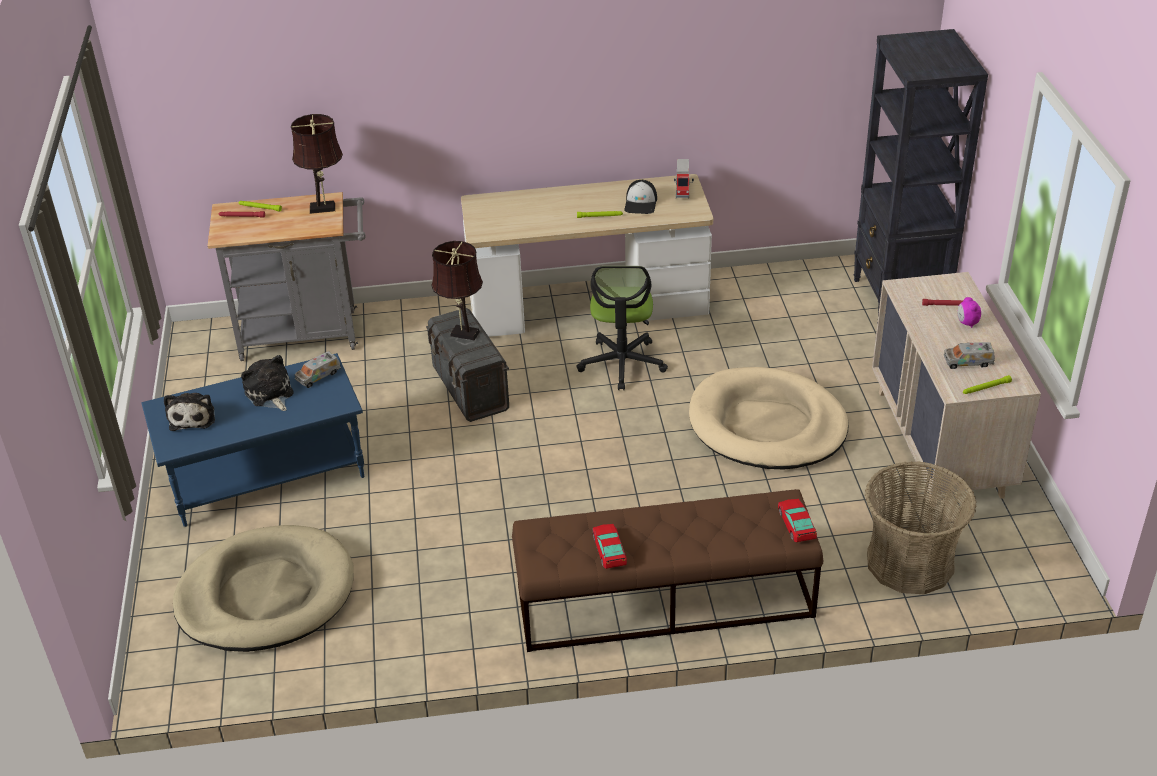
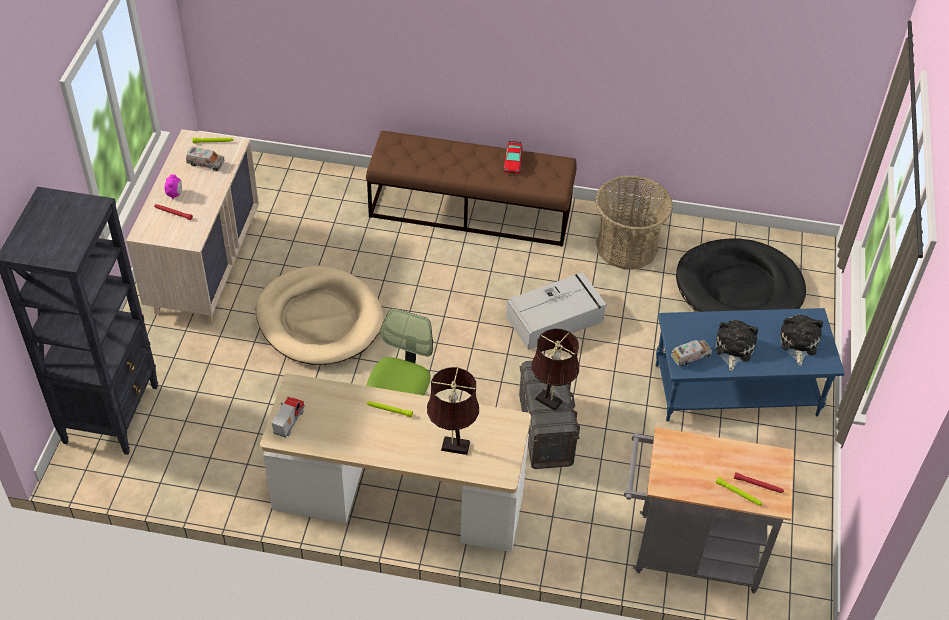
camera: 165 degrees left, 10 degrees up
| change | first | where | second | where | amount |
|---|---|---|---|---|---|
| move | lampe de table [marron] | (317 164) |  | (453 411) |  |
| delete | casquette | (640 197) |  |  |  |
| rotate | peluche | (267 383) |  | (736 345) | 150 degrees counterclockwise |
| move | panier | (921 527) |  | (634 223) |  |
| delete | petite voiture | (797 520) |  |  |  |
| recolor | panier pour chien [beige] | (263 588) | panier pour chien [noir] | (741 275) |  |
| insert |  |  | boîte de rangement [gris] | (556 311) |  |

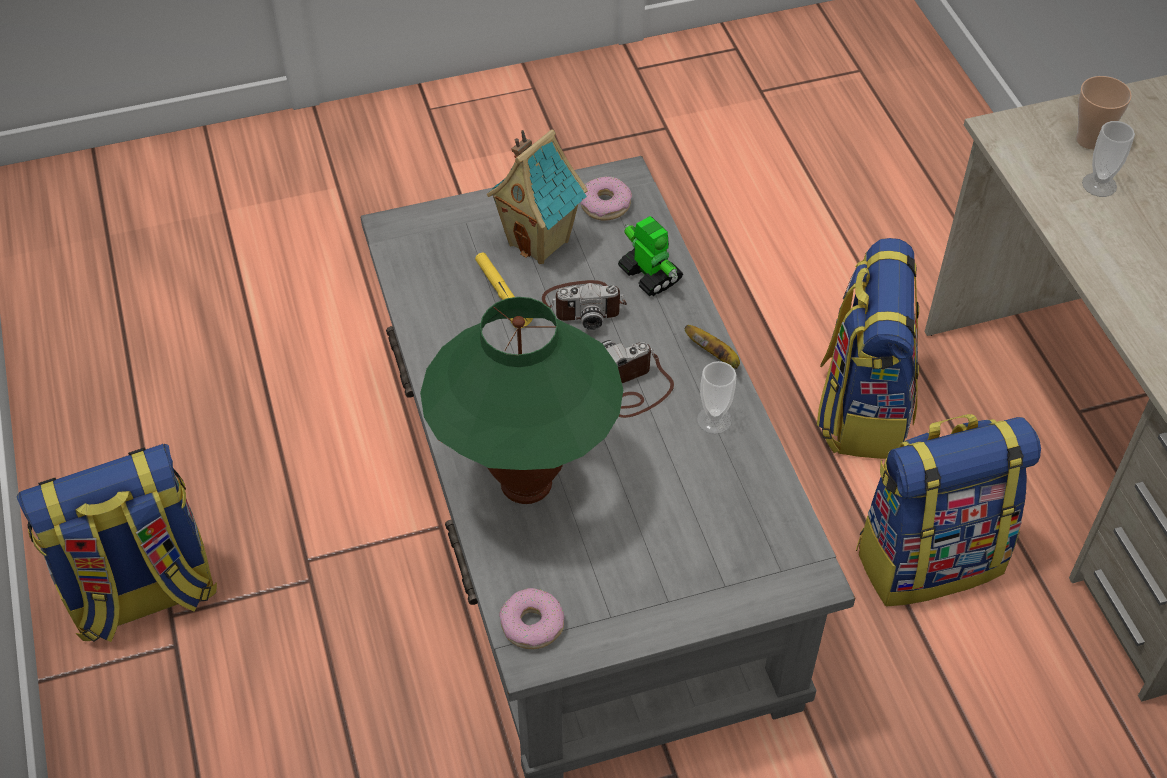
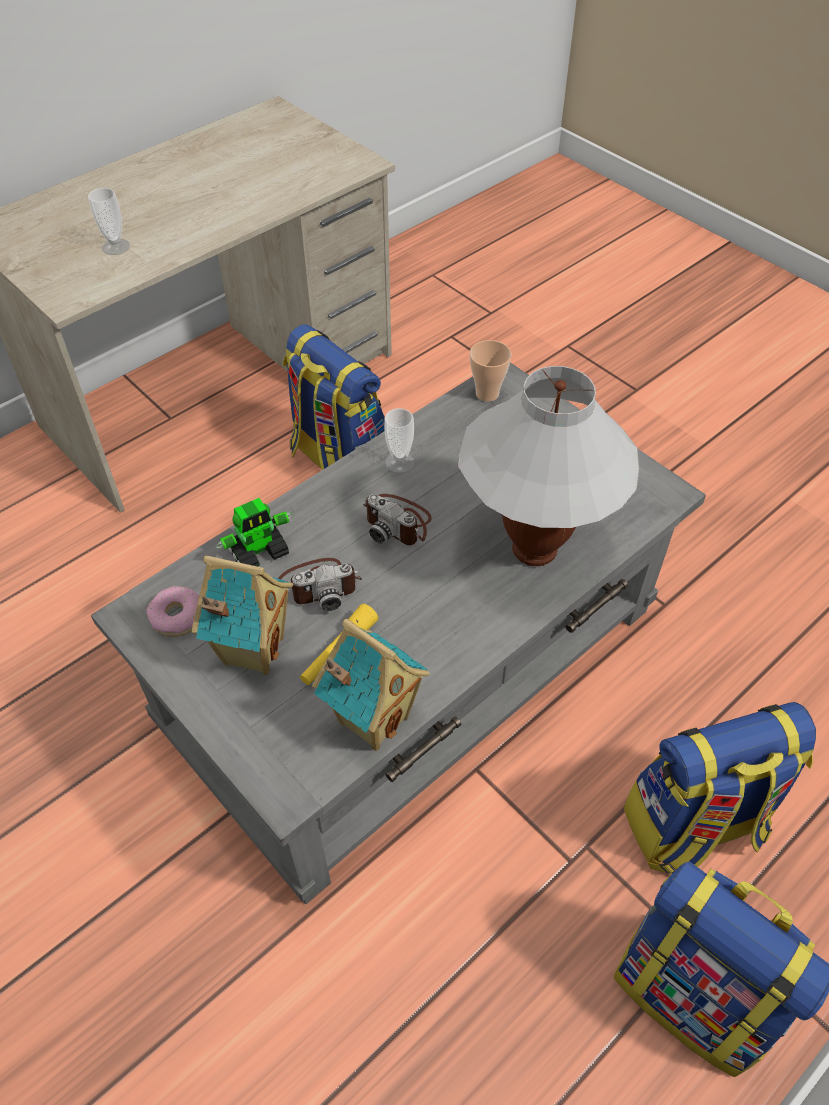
camera: 115 degrees left, 0 degrees up
| change | first | where | second | where | amount |
|---|---|---|---|---|---|
| move | tasse | (1104 112) |  | (490 371) |  |
| rotate | robot jouet | (650 256) |  | (255 532) | 150 degrees counterclockwise |
| move | sac à dos | (868 348) |  | (720 788) |  |
| rotate | appareil photo | (584 305) |  | (320 584) | 105 degrees clockwise |
| recolor | lampe de table [vert] | (521 400) | lampe de table [blanc] | (548 466) |  |
| delete | banane | (712 347) |  |  |  |
| delete | beignet | (532 618) |  |  |  |
| insert |  |  | maison miniature | (370 685) |  |

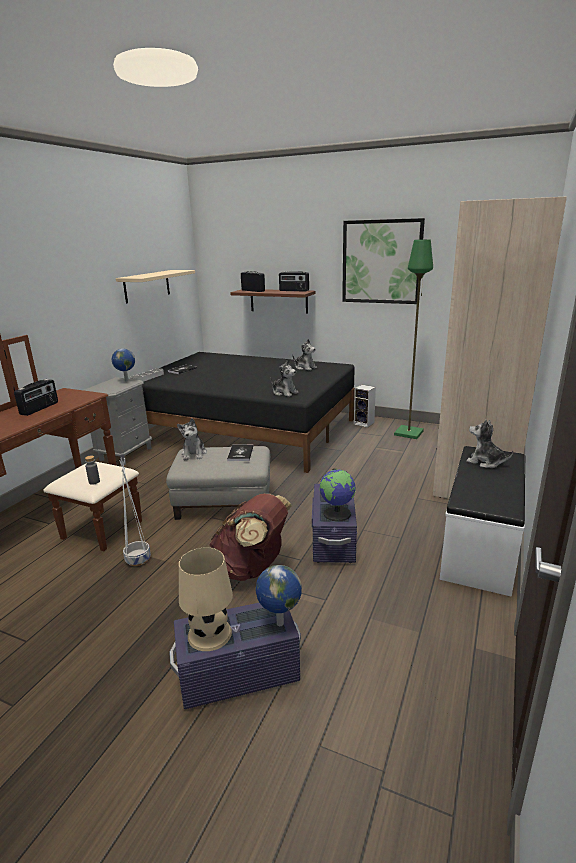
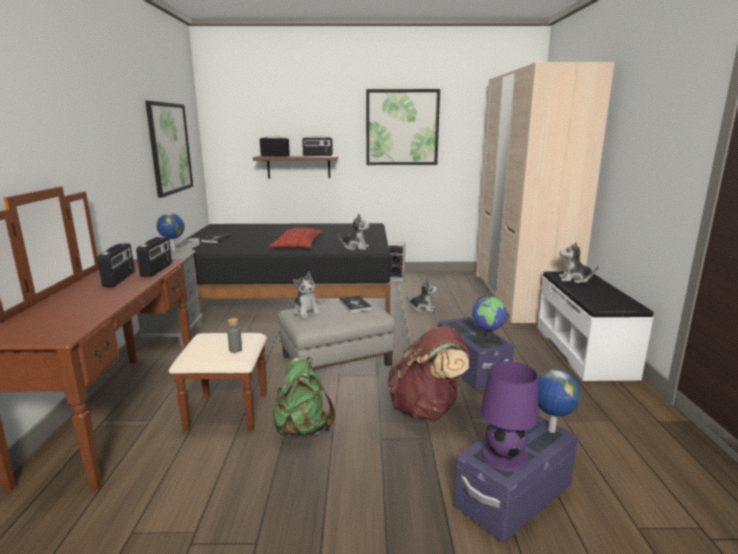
camera: 25 degrees left, 5 degrees down
| change | first | where | second | where | amount |
|---|---|---|---|---|---|
| delete | lampadaire [vert] | (413 339) |  |  |  |
| replace | étagère [beige] | (155 287) | tableau | (169 149) |  |
| move | peluche | (304 355) |  | (422 295) |  |
| replace | cache-pot [blanc] | (135 512) | sac à dos [vert] | (303 397) |  |
| recolor | lampe de table [beige] | (206 599) | lampe de table [violet] | (510 416) |  |
| insert |  |  | coussin | (296 238) |  |
| insert |  |  | radio | (154 256) |  |

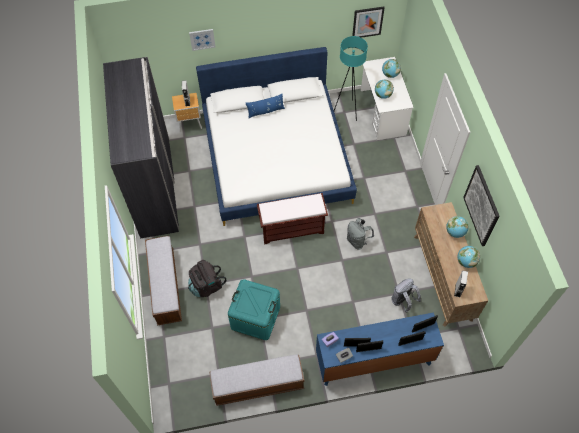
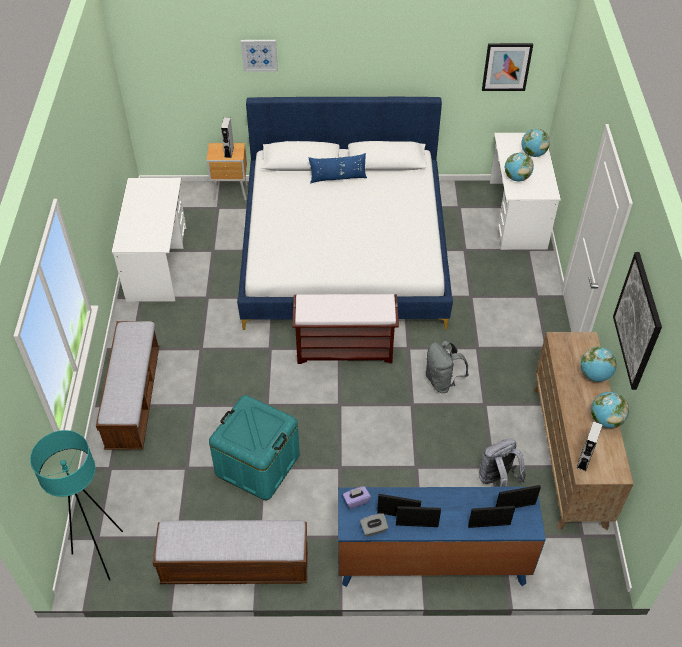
camera: 10 degrees right, 10 degrees down
| change | first | where | second | where | amount |
|---|---|---|---|---|---|
| move | lampadaire [turquoise] | (351 78) |  | (76 505) |  |
| replace | armoire [gris] | (141 147) | bureau [blanc] | (149 240) |  |
| delete | sac à dos [noir] | (207 278) |  |  |  |

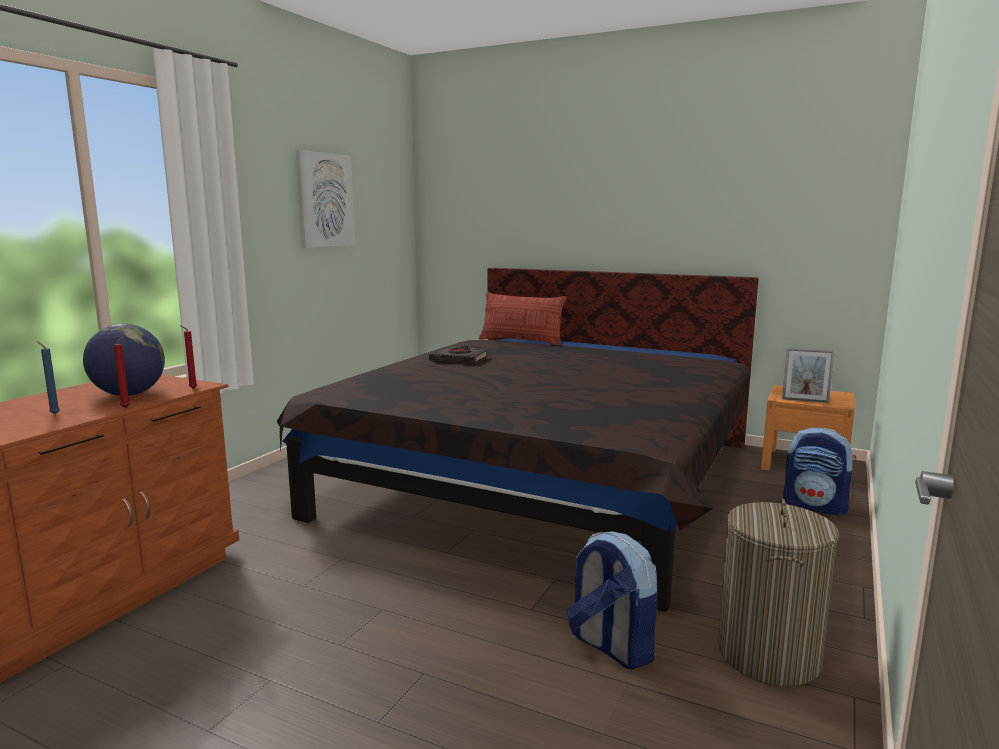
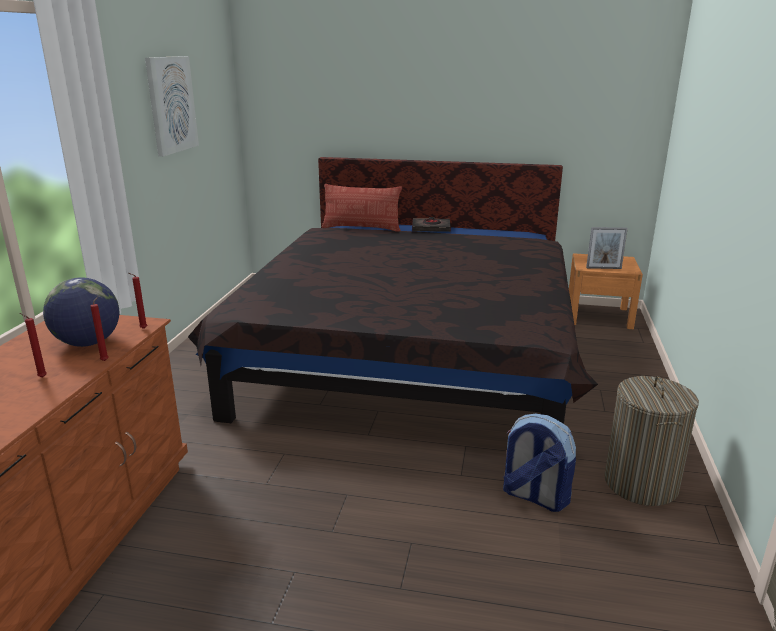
camera: 15 degrees left, 10 degrees up
| change | first | where | second | where | amount |
|---|---|---|---|---|---|
| recolor | bougie [bleu] | (48 377) | bougie [rouge] | (33 345) |  |
| move | livre [noir] | (458 354) |  | (431 224) |  |
| delete | sac à dos | (820 472) |  |  |  |

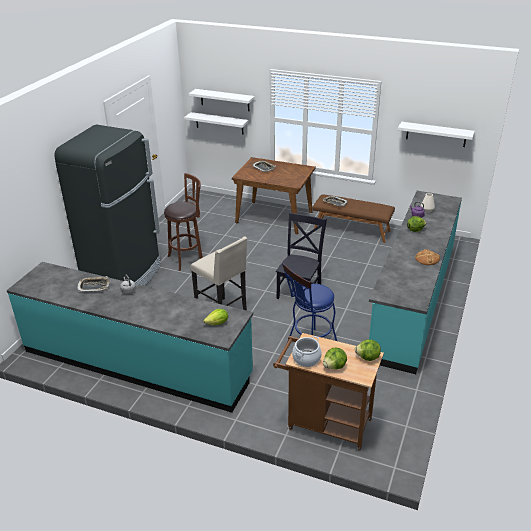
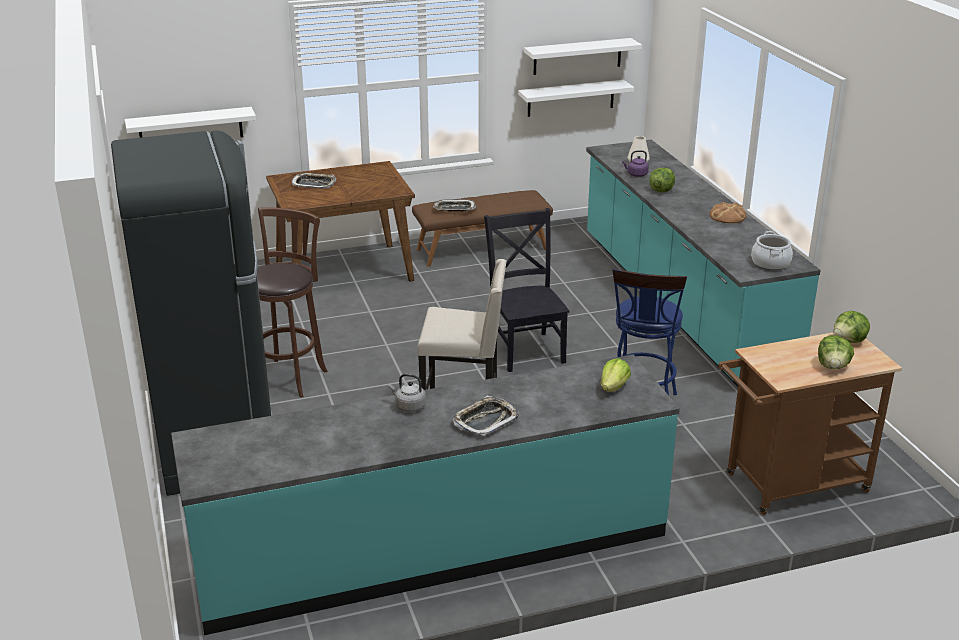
camera: 40 degrees left, 5 degrees down
| change | first | where | second | where | amount |
|---|---|---|---|---|---|
| move | étagère [blanc] | (222 100) |  | (576 98) |  |
| move | plateau | (94 284) |  | (486 416) |  |
| move | marmite | (307 351) |  | (772 250) |  |

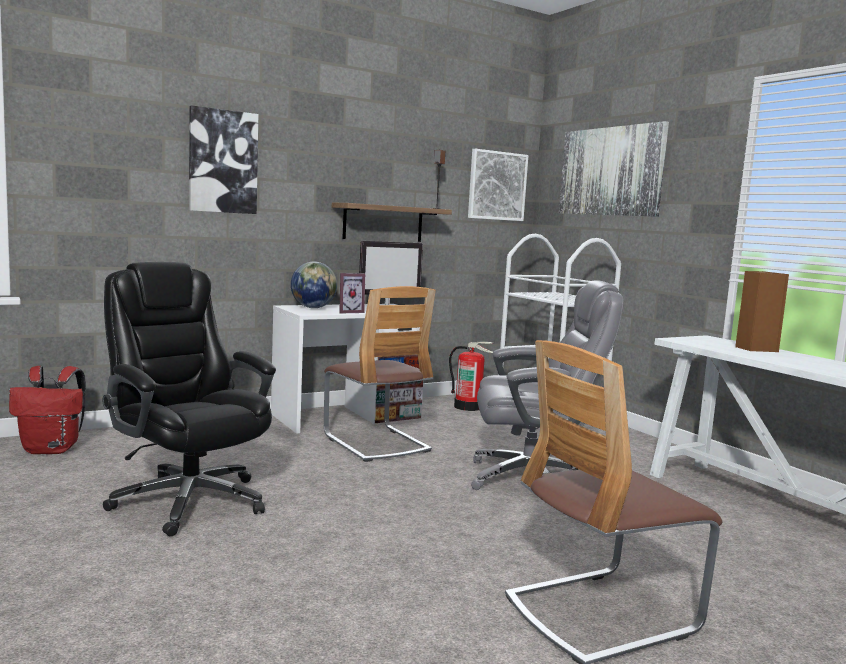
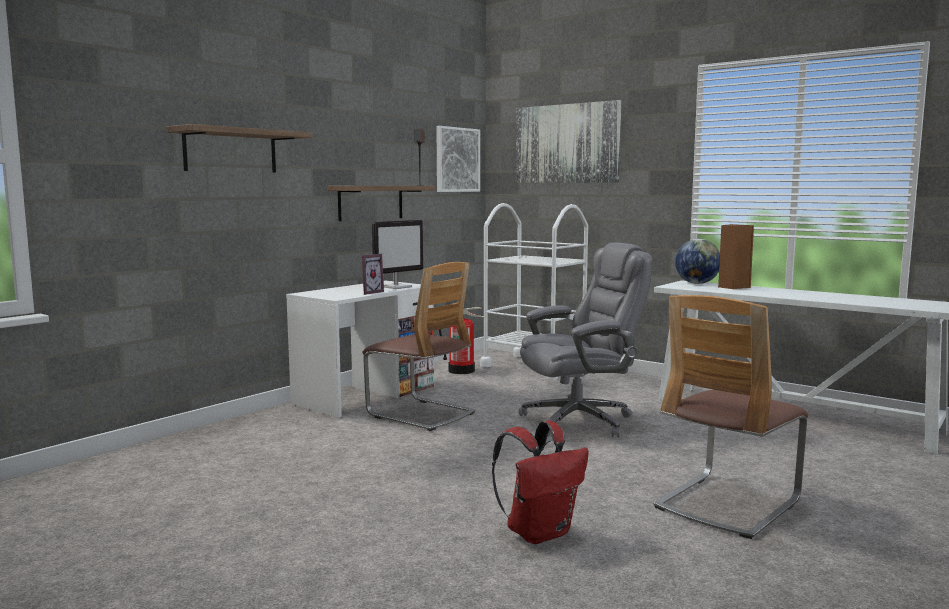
camera: 20 degrees left, 0 degrees up
| change | first | where | second | where | amount |
|---|---|---|---|---|---|
| replace | tableau | (223 159) | étagère | (239 148) |  |
| delete | chaise de bureau [noir] | (189 399) |  |  |  |
| move | globe | (314 285) |  | (697 261) |  |
| move | sac à dos [rouge] | (47 410) |  | (540 482) |  |

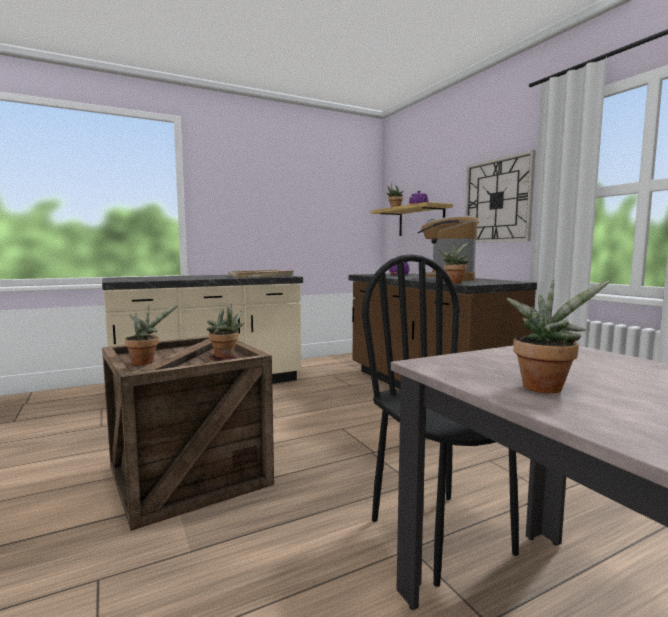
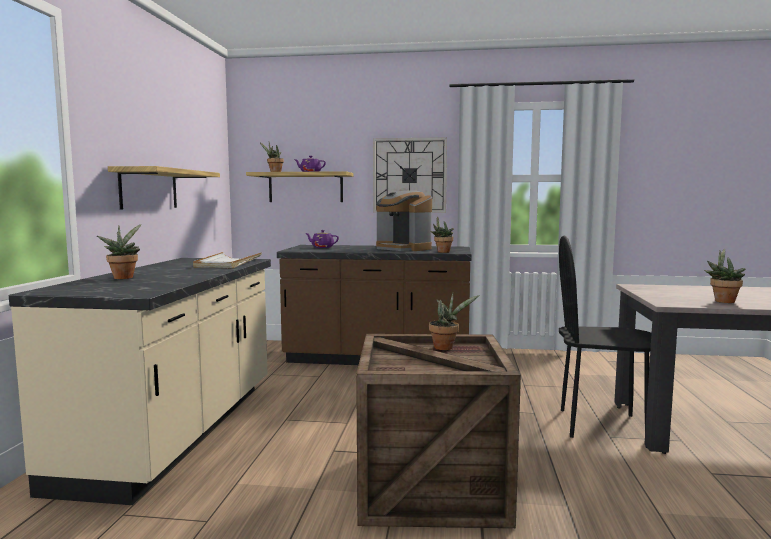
camera: 55 degrees left, 0 degrees up
| change | first | where | second | where | amount |
|---|---|---|---|---|---|
| move | plante en pot | (151 335) |  | (119 251) |  |
| insert |  |  | étagère | (164 188) |  |

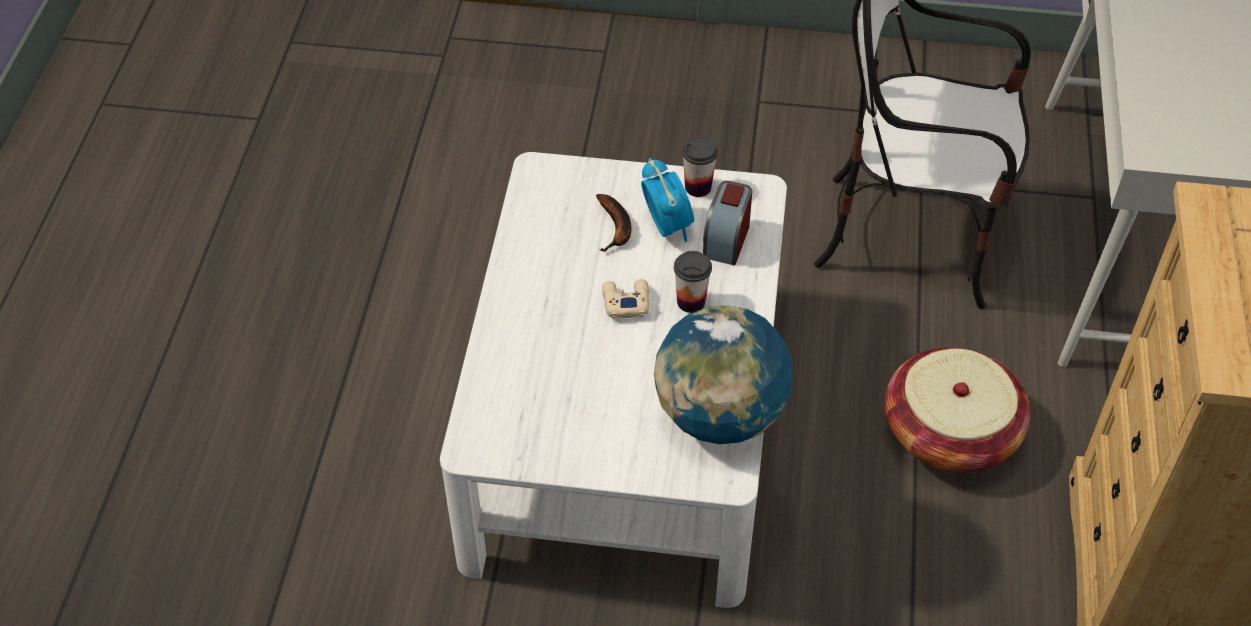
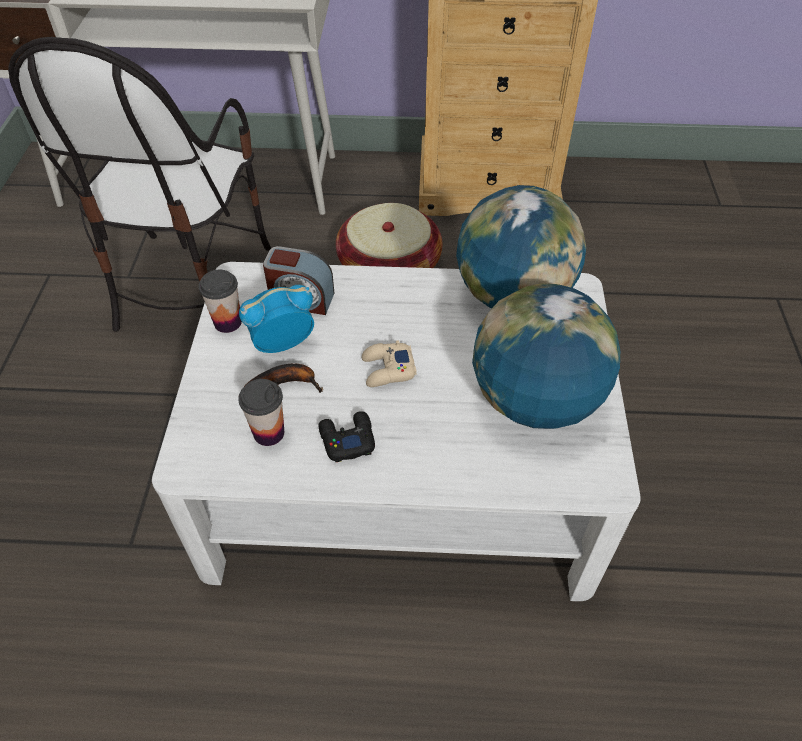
camera: 95 degrees left, 0 degrees up
| change | first | where | second | where | amount |
|---|---|---|---|---|---|
| move | tasse | (693 282) |  | (261 412) |  |
| insert |  |  | globe | (546 356) |  |
| insert |  |  | manette [noir] | (347 436) |  |

